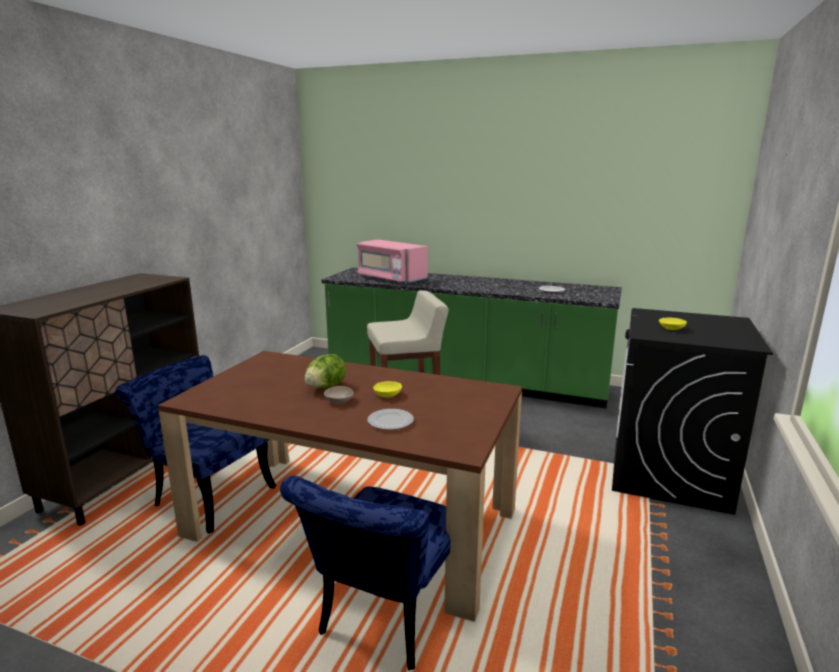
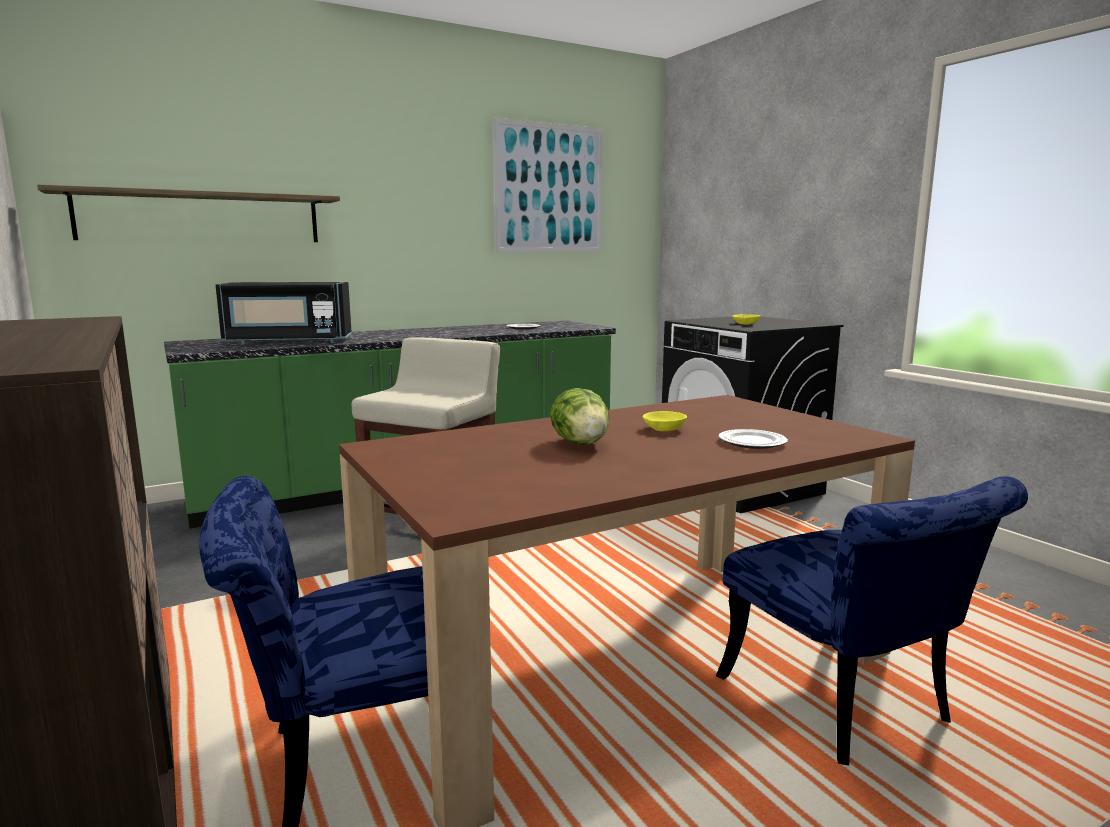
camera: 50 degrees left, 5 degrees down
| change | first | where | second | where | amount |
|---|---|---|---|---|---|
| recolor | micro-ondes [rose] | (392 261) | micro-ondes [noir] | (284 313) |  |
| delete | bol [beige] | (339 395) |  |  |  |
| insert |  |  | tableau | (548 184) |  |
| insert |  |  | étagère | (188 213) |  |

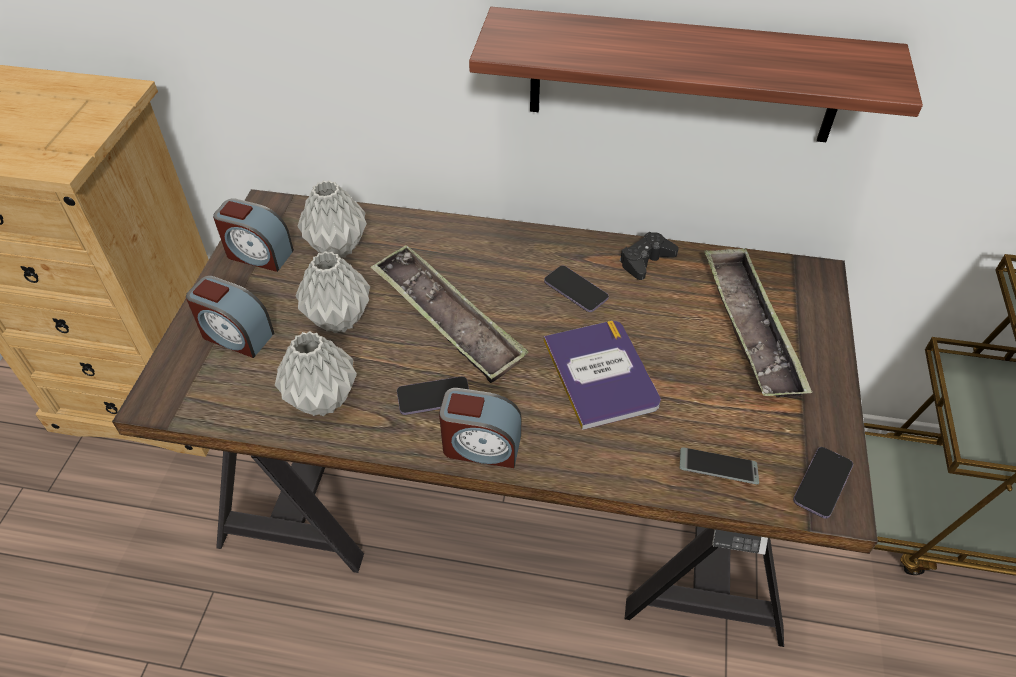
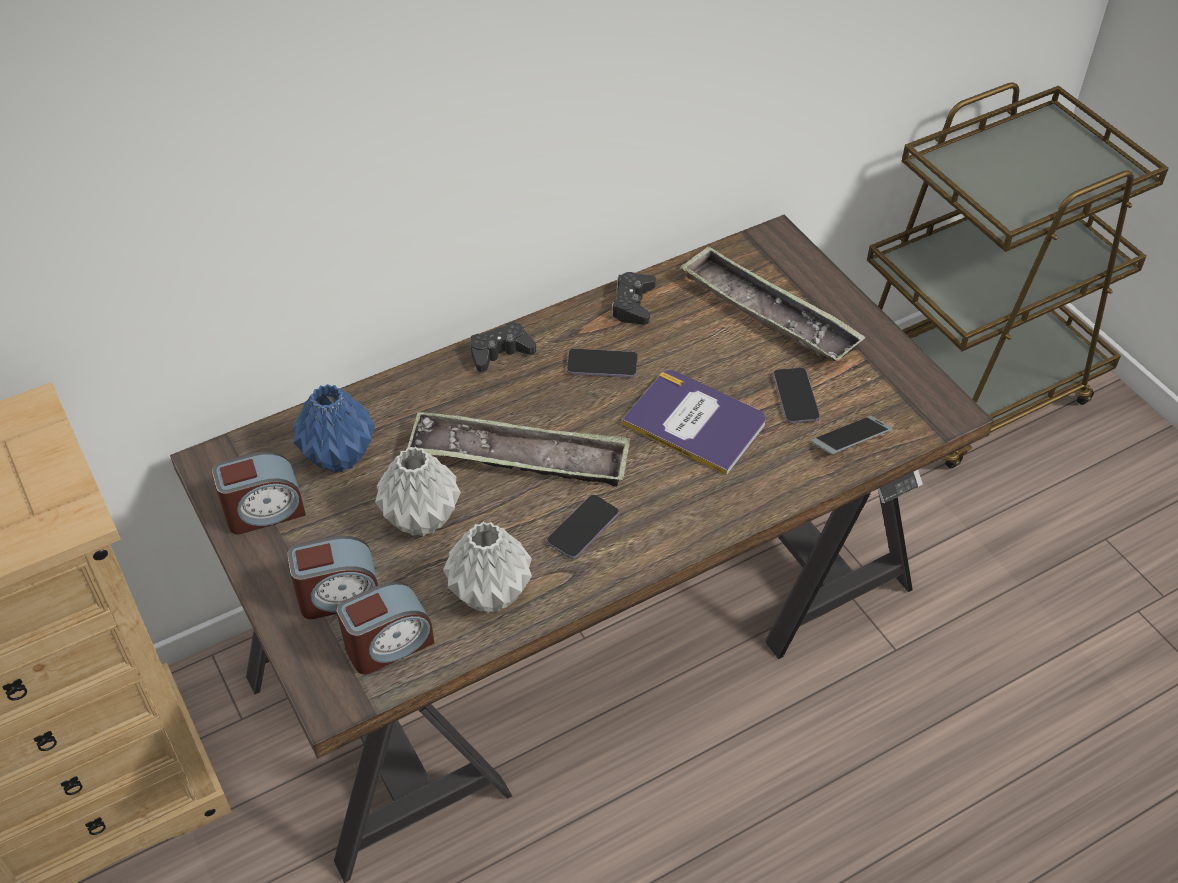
camera: 40 degrees left, 0 degrees up
| change | first | where | second | where | amount |
|---|---|---|---|---|---|
| delete | étagère | (696 74) |  |  |  |
| recolor | vase [gris] | (332 219) | vase [bleu] | (334 428) |  |
| move | réveil | (480 428) |  | (385 628) |  |
| move | téléphone | (823 483) |  | (796 395) |  |
| insert |  |  | manette [noir] | (503 346) |  |

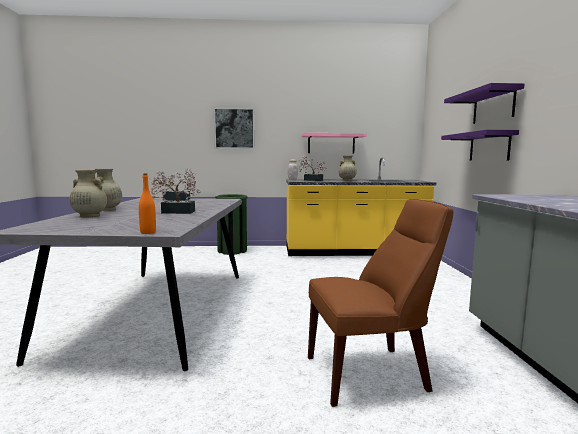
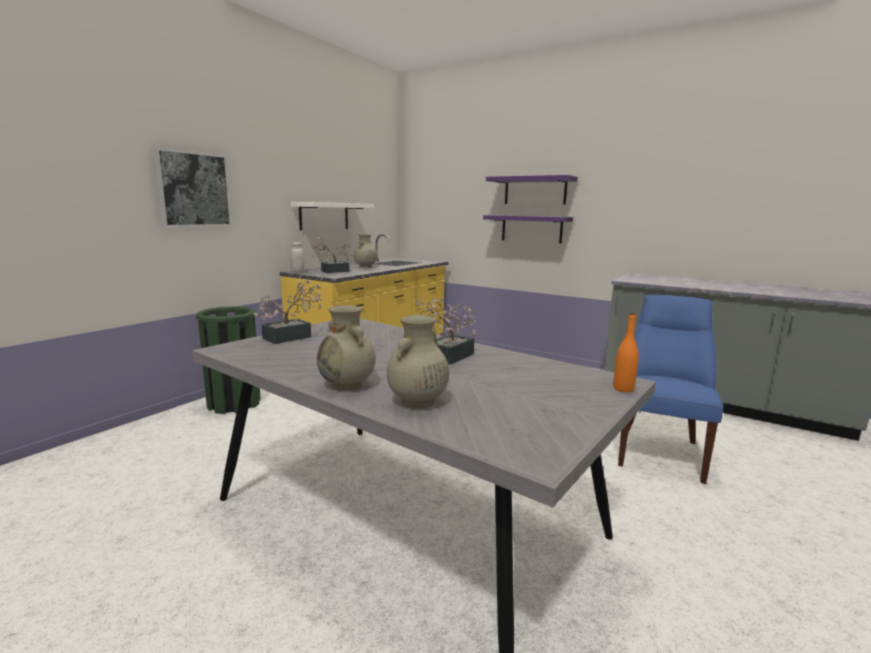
camera: 55 degrees left, 5 degrees up
| change | first | where | second | where | amount |
|---|---|---|---|---|---|
| recolor | étagère [rose] | (334 143) | étagère [blanc] | (332 216) |  |
| recolor | chaise [marron] | (380 303) | chaise [bleu] | (670 389) |  |

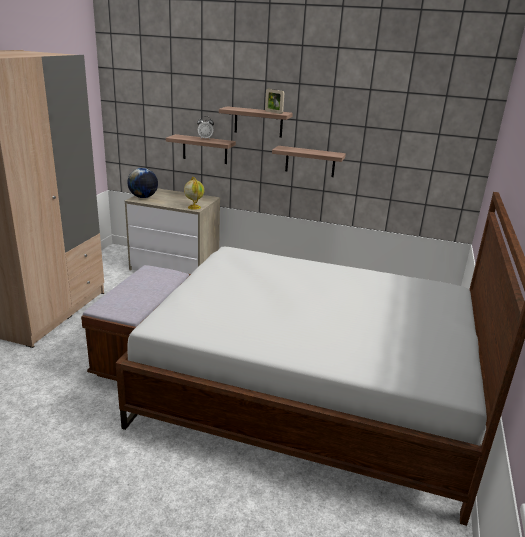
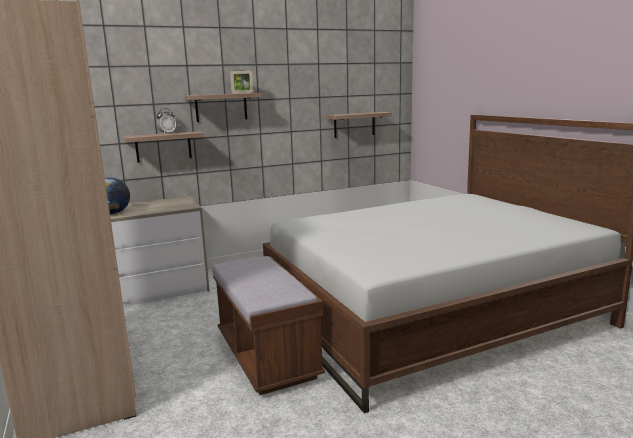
camera: 40 degrees left, 10 degrees down
| change | first | where | second | where | amount |
|---|---|---|---|---|---|
| move | étagère | (309 161) |  | (359 125) |  |
| delete | globe | (194 193) |  |  |  |

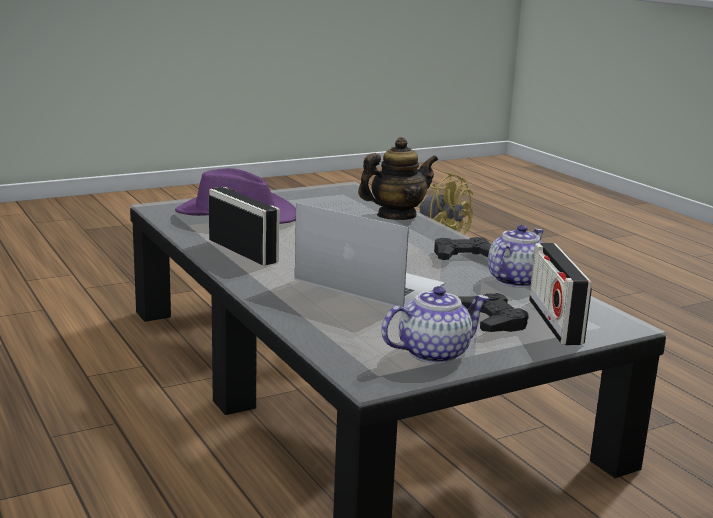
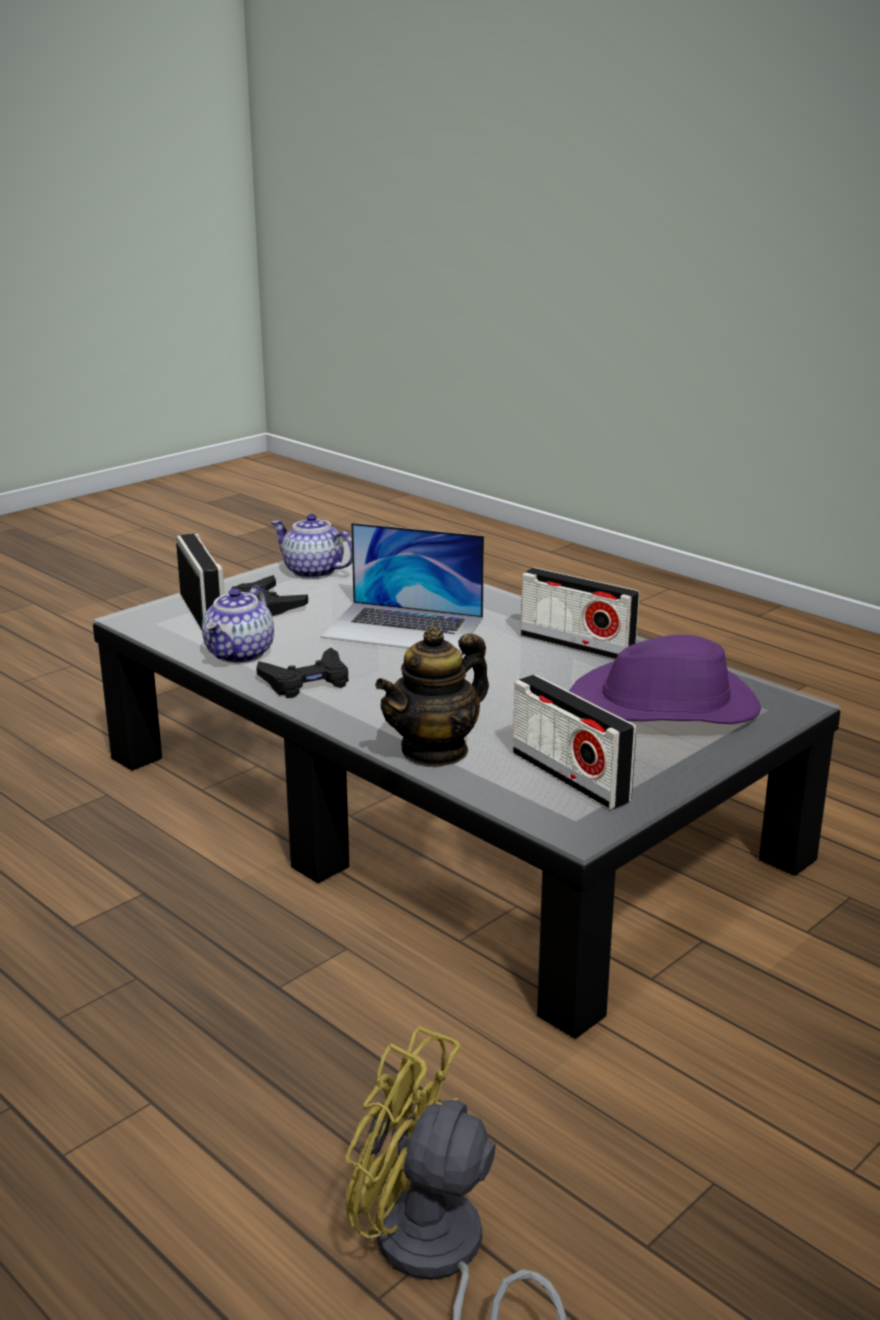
camera: 165 degrees right, 5 degrees up
| change | first | where | second | where | amount |
|---|---|---|---|---|---|
| rotate | théière | (435 325) |  | (311 546) | 75 degrees clockwise |
| insert |  |  | radio | (574 742) |  |

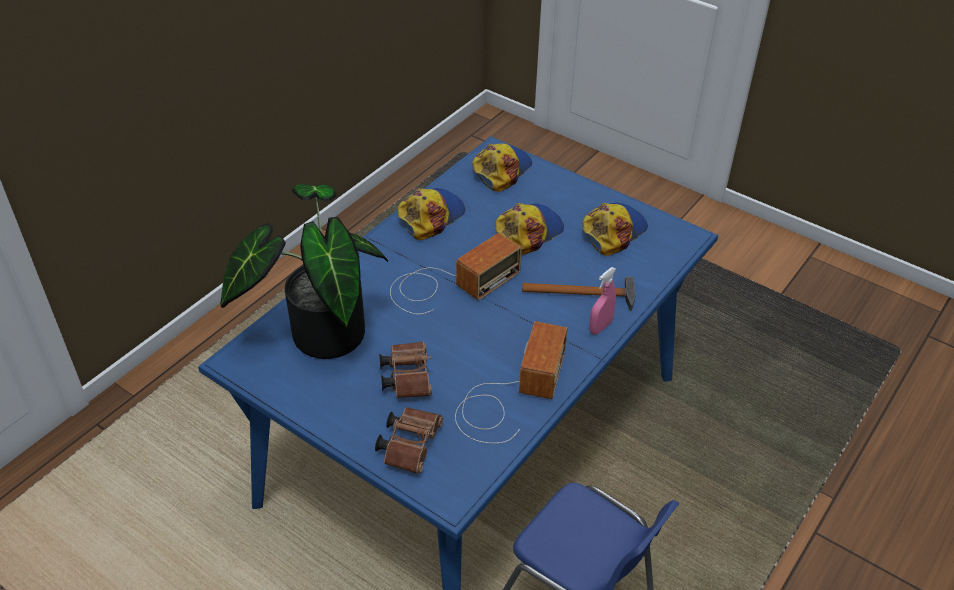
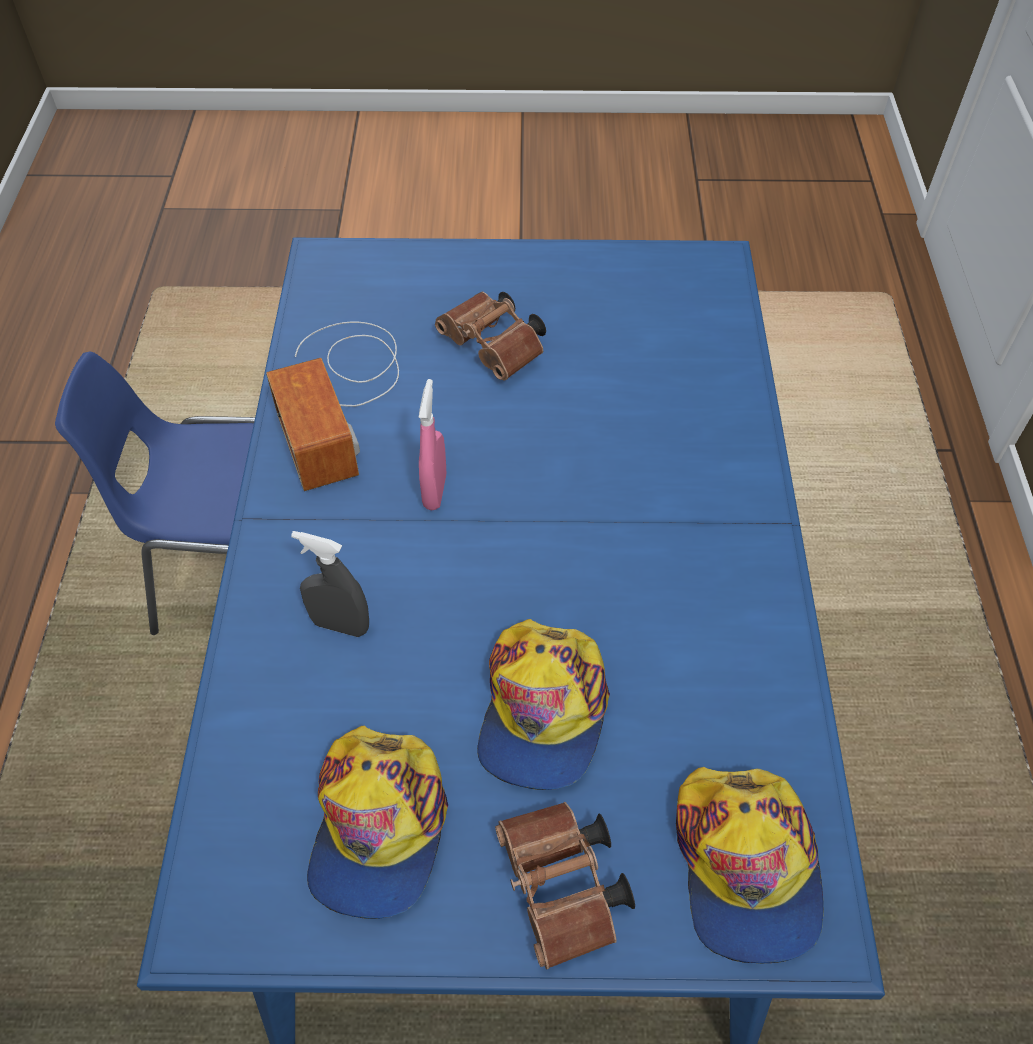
camera: 145 degrees right, 10 degrees up
| change | first | where | second | where | amount |
|---|---|---|---|---|---|
| delete | plante en pot | (304 271) |  |  |  |
| delete | casquette | (431 214) |  |  |  |
| delete | radio | (456 273) |  |  |  |
| move | vaporisateur [rose] | (602 301) |  | (432 444) |  |
| replace | marteau | (578 294) | vaporisateur [gris] | (330 584) |  |
| move | jumelles [marron] | (409 440) |  | (565 885) |  |

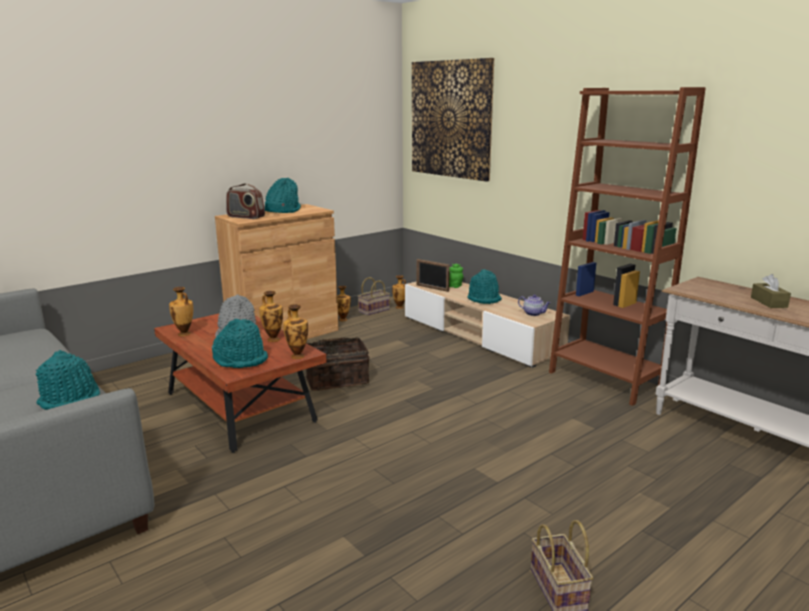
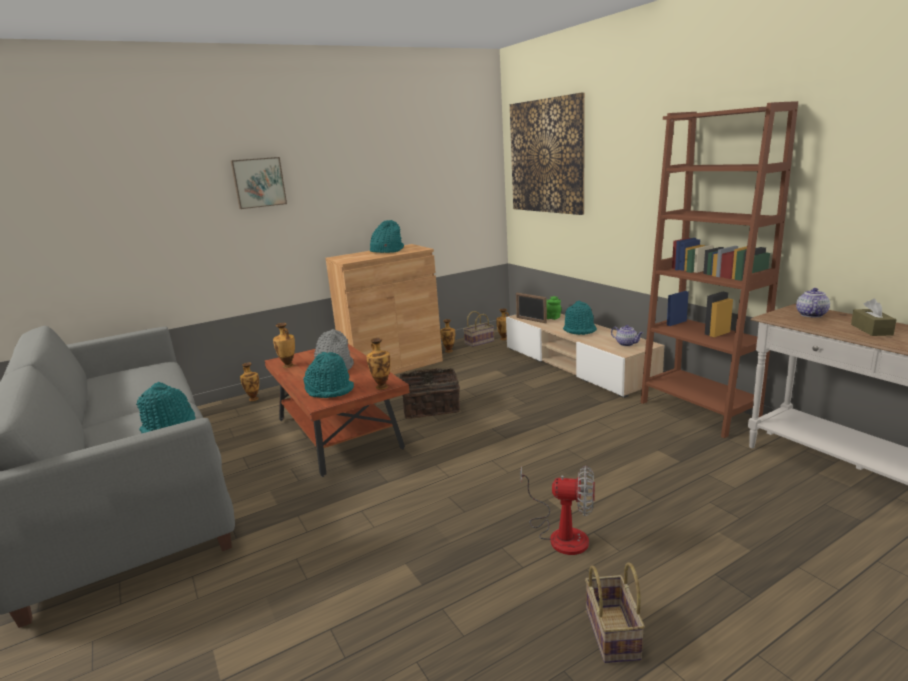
camera: 10 degrees right, 0 degrees up
| change | first | where | second | where | amount |
|---|---|---|---|---|---|
| delete | radio | (245 201) |  |  |  |
| move | vase | (271 316) |  | (249 382) |  |
| insert |  |  | tableau | (258 183) |  |
| insert |  |  | théière | (813 303) |  |
| insert |  |  | ventilateur | (557 510) |  |

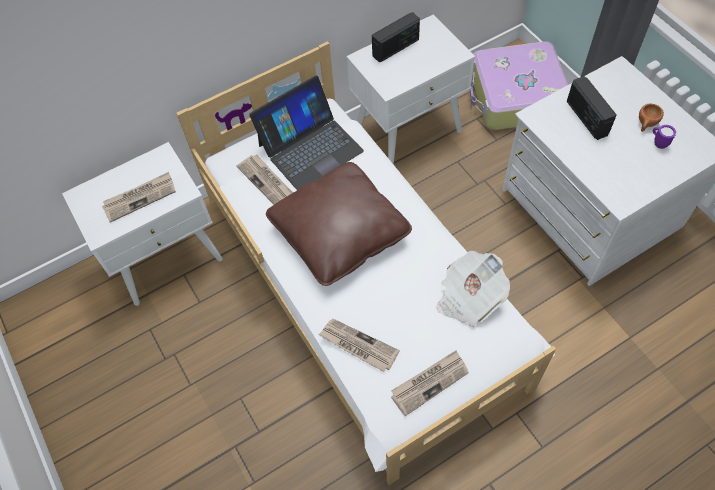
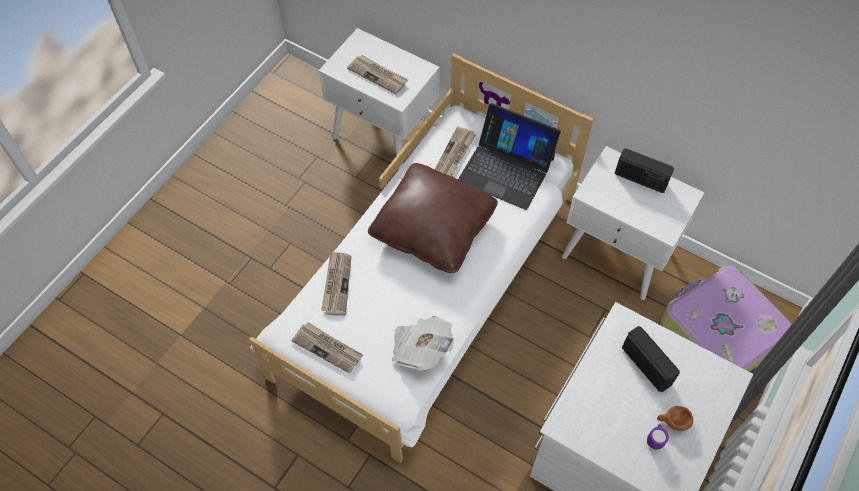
camera: 60 degrees right, 0 degrees up
| change | first | where | second | where | amount |
|---|---|---|---|---|---|
| rotate | radio | (592 108) |  | (651 359) | 105 degrees clockwise |

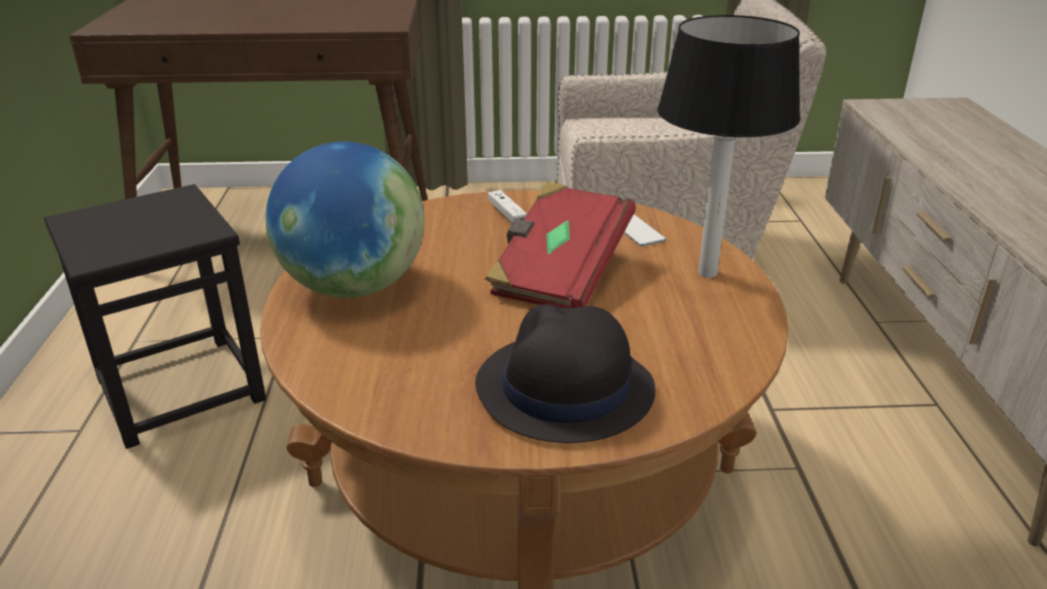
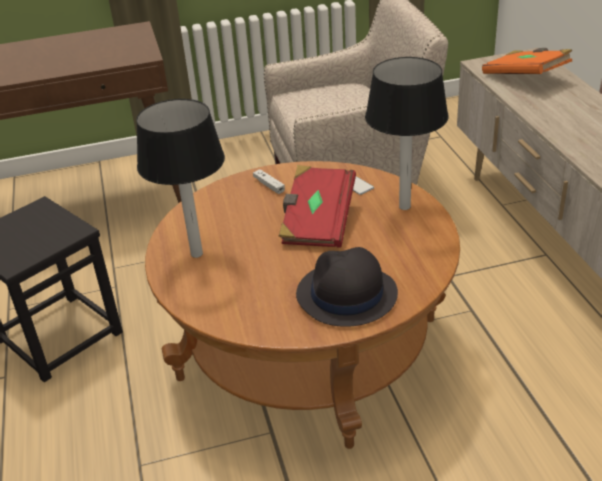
camera: 10 degrees left, 5 degrees up
| change | first | where | second | where | amount |
|---|---|---|---|---|---|
| replace | globe | (345 220) | lampe de table | (180 178) |  |
| insert |  |  | livre [orange] | (527 61) |  |

